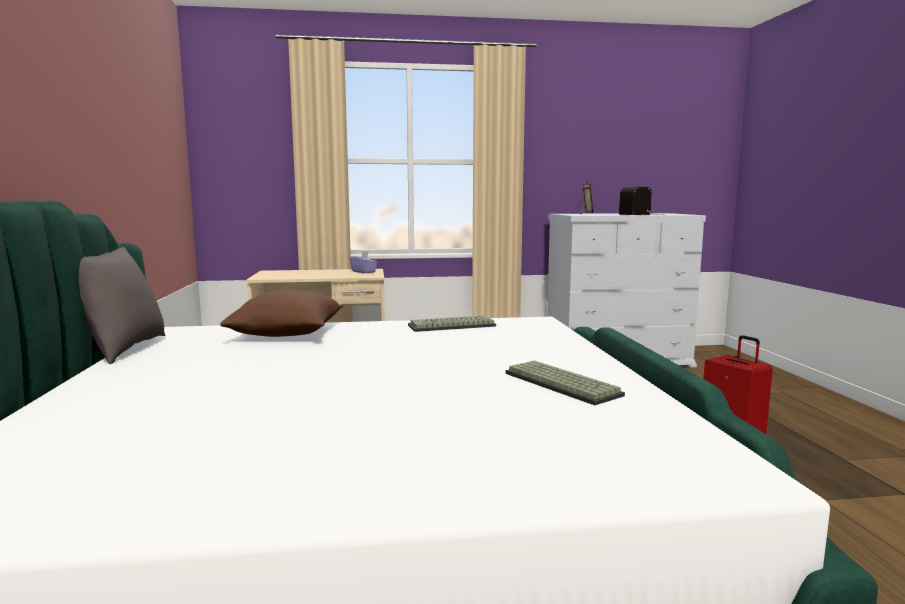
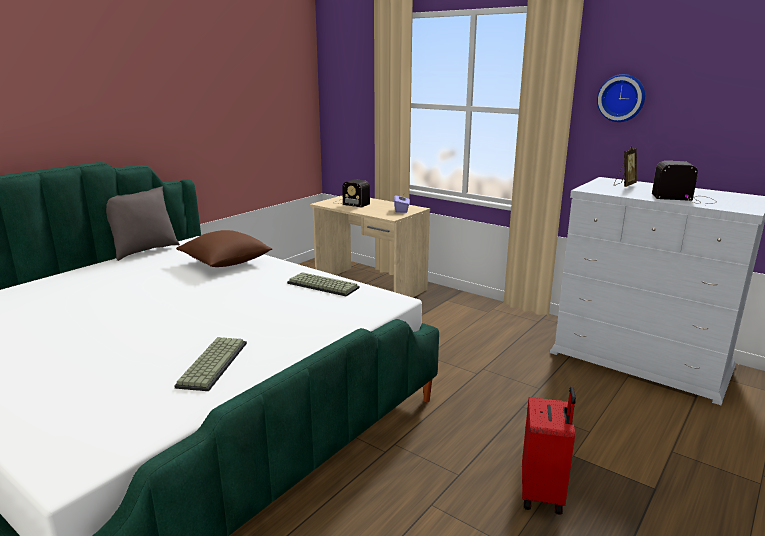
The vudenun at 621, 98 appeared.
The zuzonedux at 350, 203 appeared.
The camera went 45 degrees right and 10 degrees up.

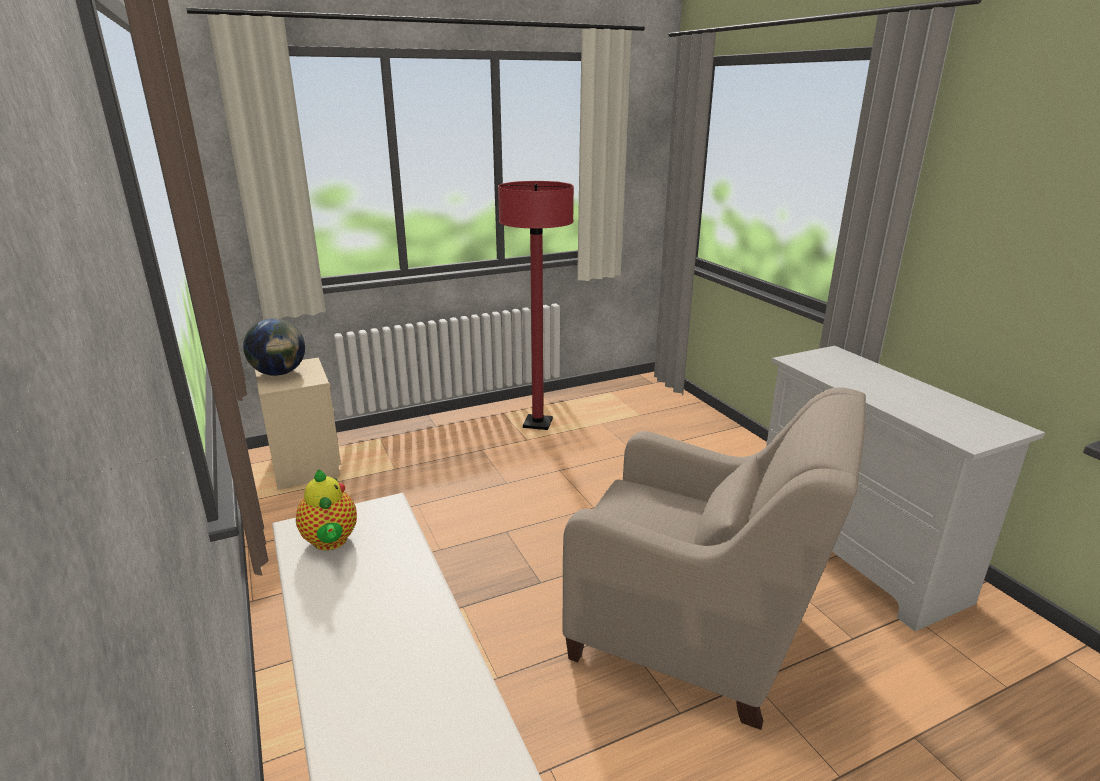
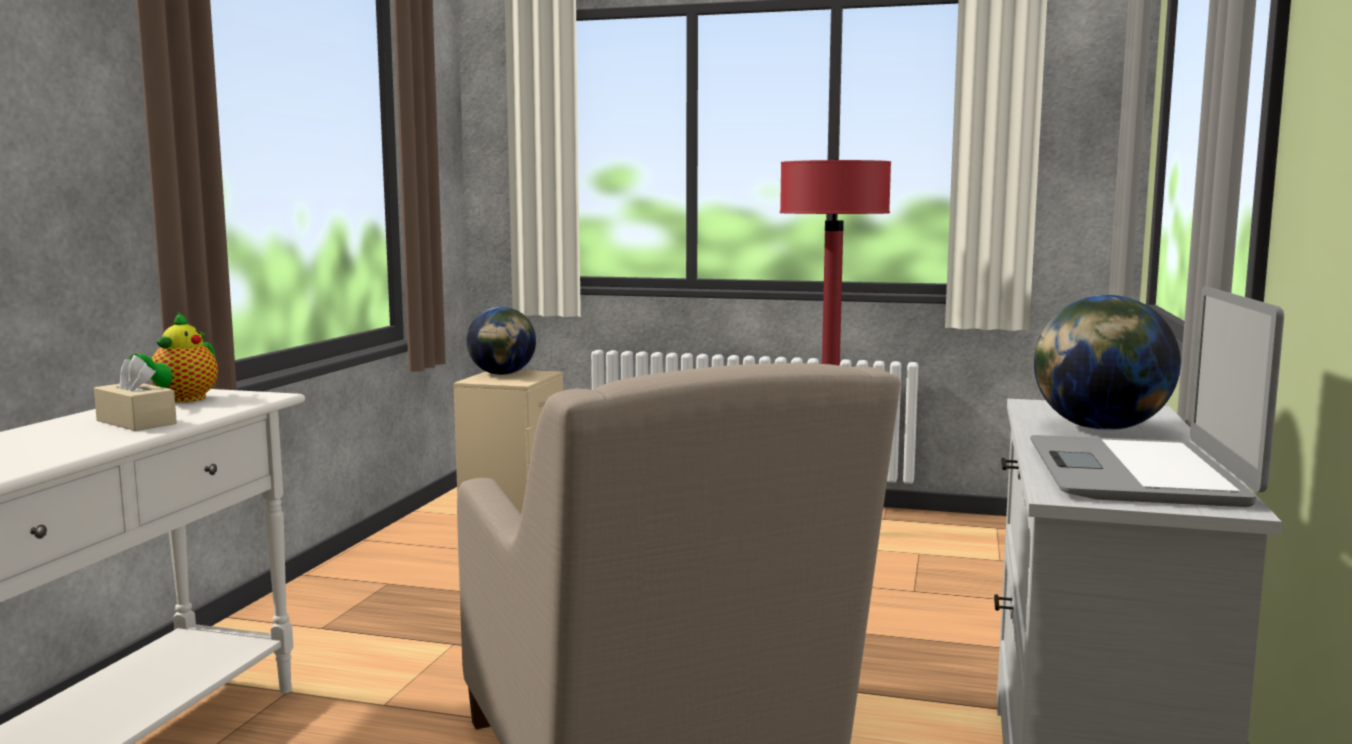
The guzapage at 1138, 473 appeared.
The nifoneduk at 1100, 428 appeared.
The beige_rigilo at 136, 422 appeared.
The camera went 40 degrees right and 15 degrees down.

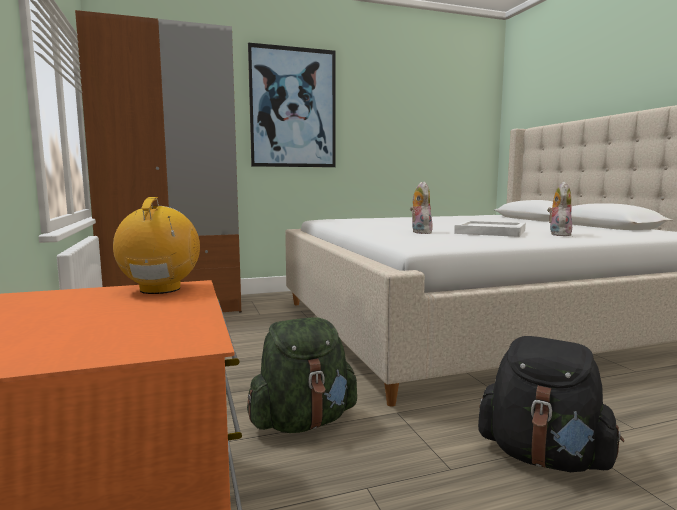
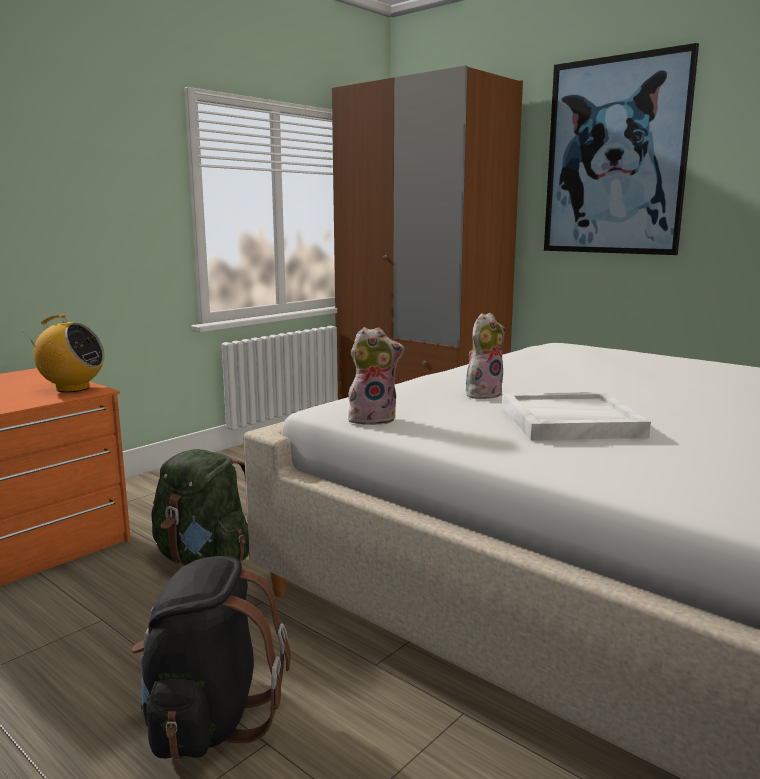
The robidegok moved from 558, 234 to 373, 419.
The zuzonedux at 160, 289 turned 45 degrees clockwise.
The camera went 60 degrees right and 5 degrees up.

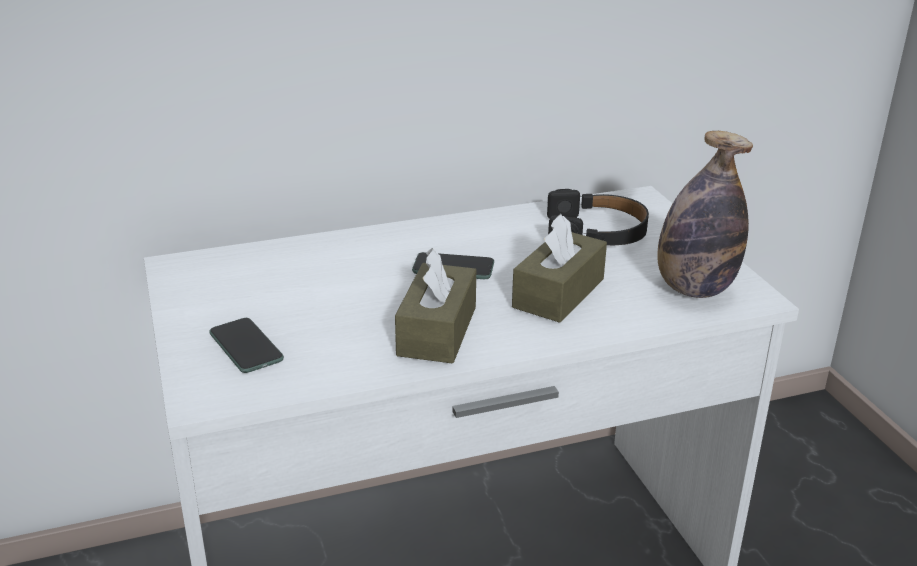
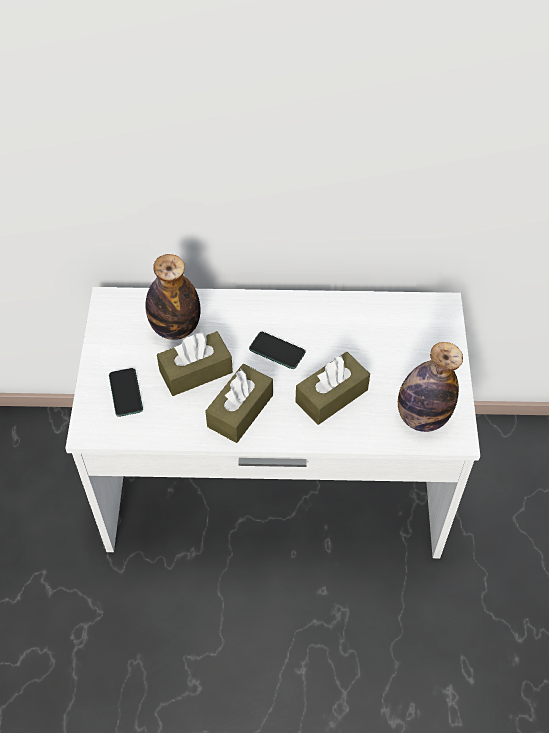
The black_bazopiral at 596, 233 disappeared.
The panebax at 175, 328 appeared.
The brown_rigilo at 196, 371 appeared.
The camera went 20 degrees right and 25 degrees up.

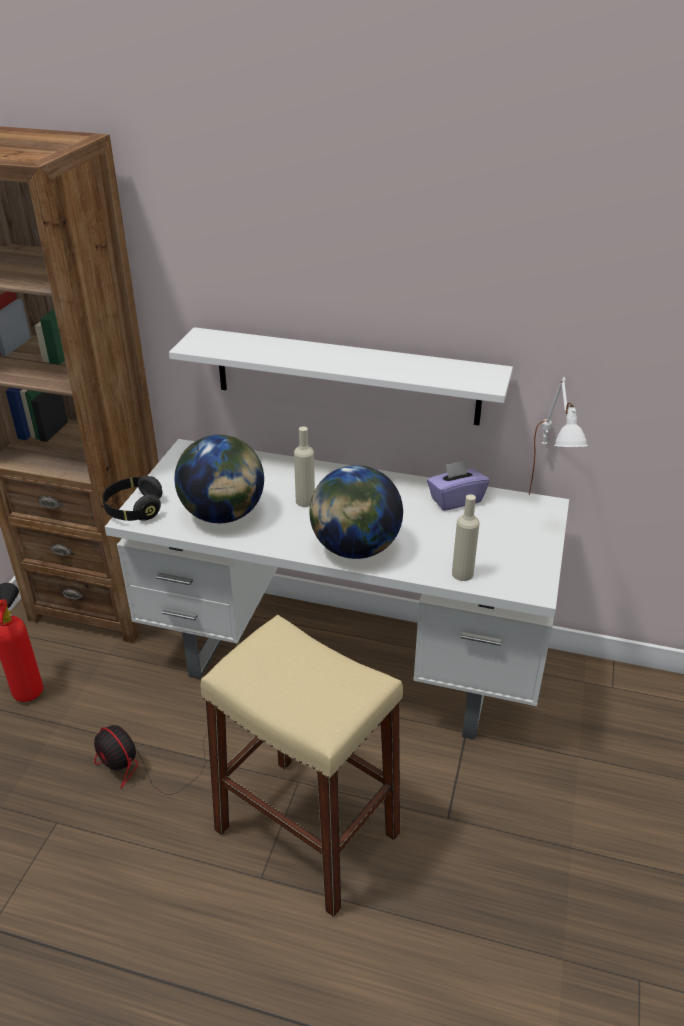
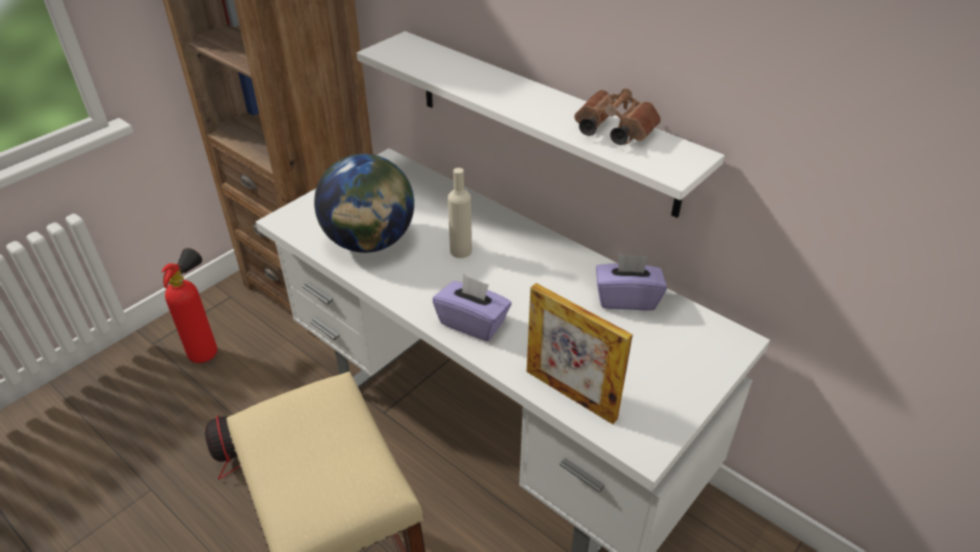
The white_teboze at 547, 512 disappeared.
The nifoneduk at 355, 548 was replaced by the purple_rigilo at 473, 323.
The black_bazopiral at 134, 509 disappeared.
The beige_panebax at 462, 574 was replaced by the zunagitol at 570, 394.
The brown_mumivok at 611, 131 appeared.
The camera went 25 degrees right and 5 degrees up.

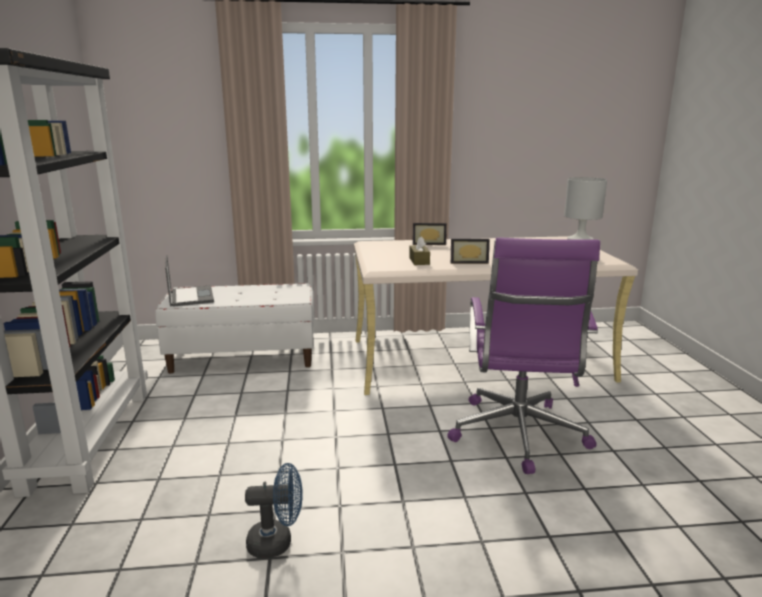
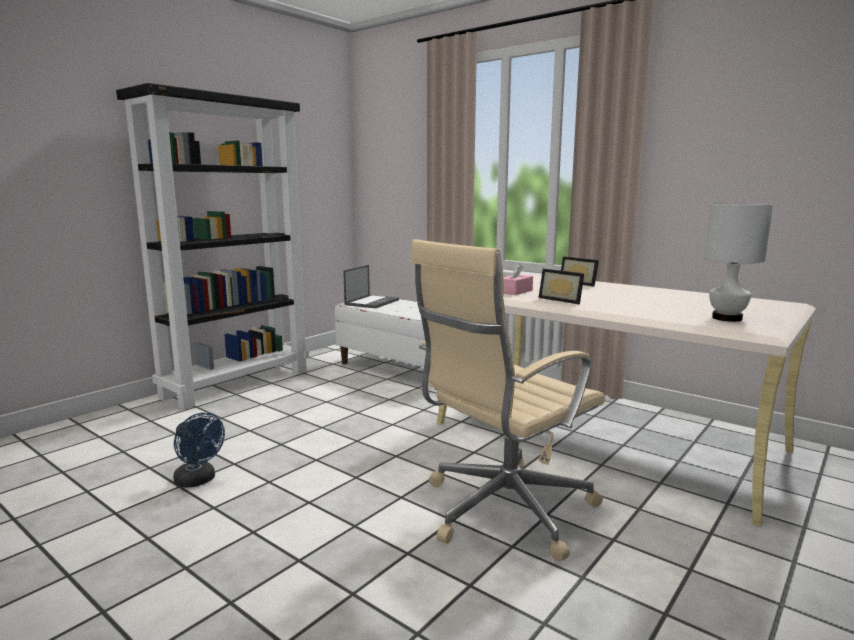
The brown_rigilo at 419, 261 became the pink_rigilo at 516, 291.
The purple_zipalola at 517, 435 became the beige_zipalola at 503, 510.
The camera went 45 degrees right and 5 degrees down.

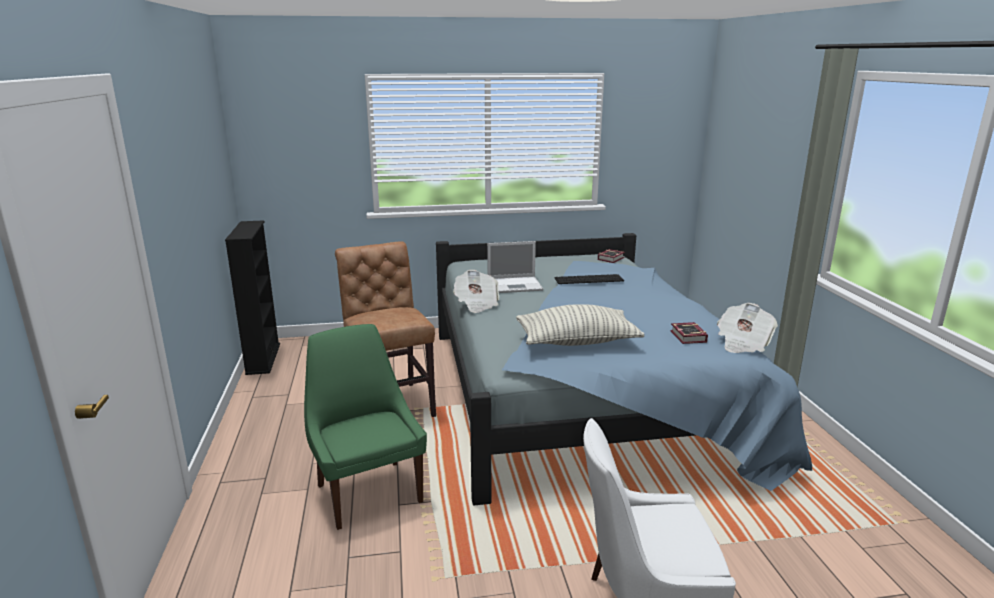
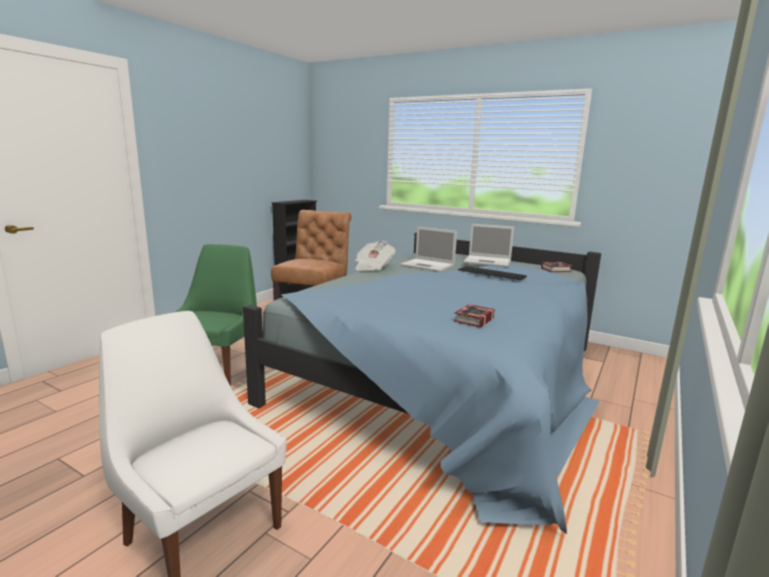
The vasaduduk at 743, 343 disappeared.
The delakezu at 577, 342 disappeared.
The guzapage at 488, 261 appeared.
The camera went 40 degrees right and 5 degrees down.

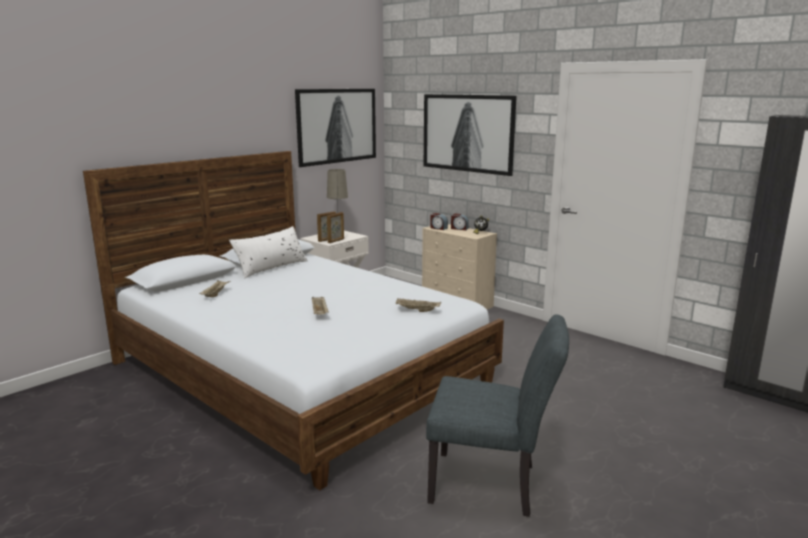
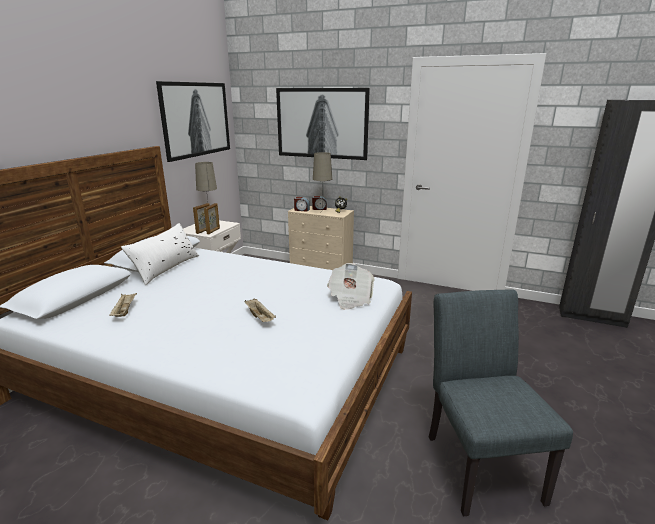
The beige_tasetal at 417, 310 was replaced by the vasaduduk at 350, 298.
The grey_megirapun at 492, 485 turned 90 degrees counterclockwise.
The beige_teboze at 322, 214 appeared.
The camera went 20 degrees left and 5 degrees up.

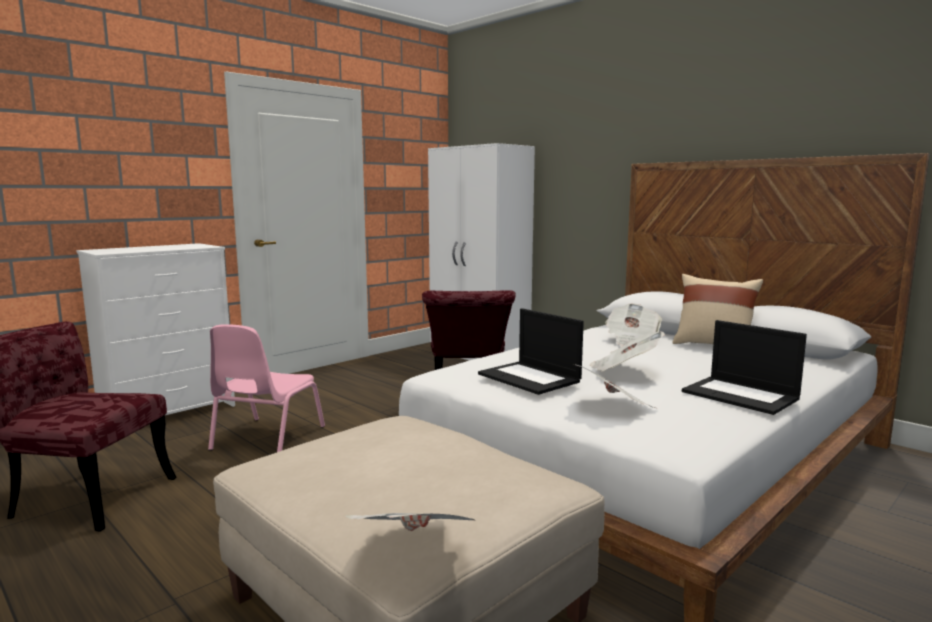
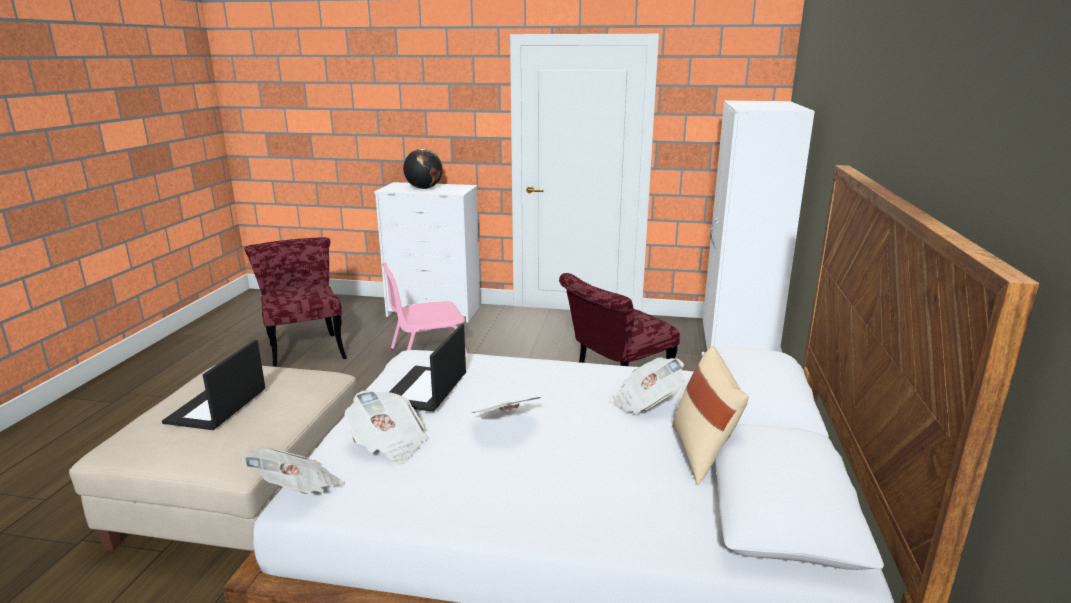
The guzapage moved from 741, 395 to 217, 407.
The vasaduduk moved from 413, 549 to 298, 490.
The nifoneduk at 424, 188 appeared.
The camera went 55 degrees right and 10 degrees up.

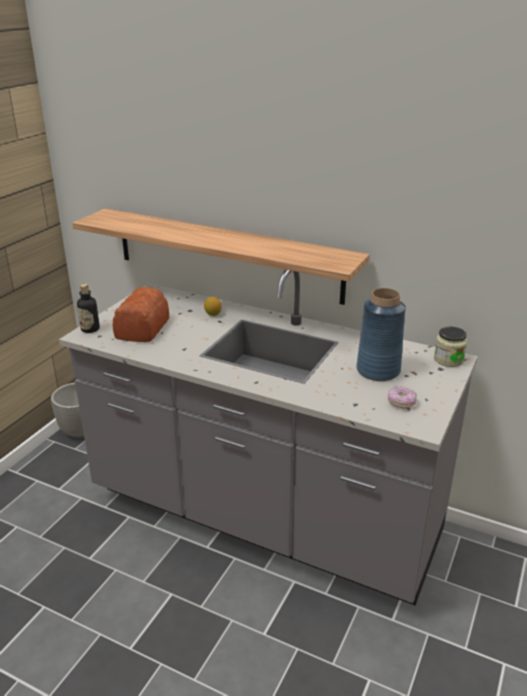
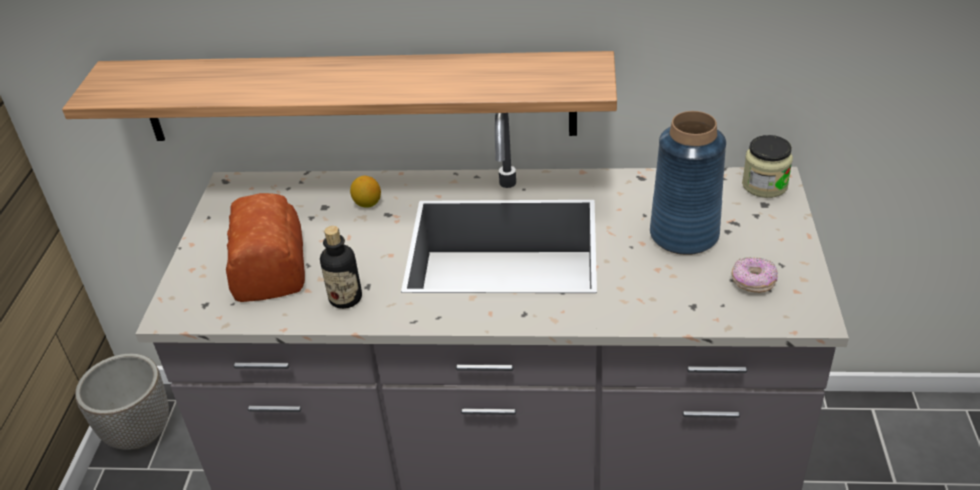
The panebax moved from 90, 329 to 345, 298.
The camera went 20 degrees left and 10 degrees up.

